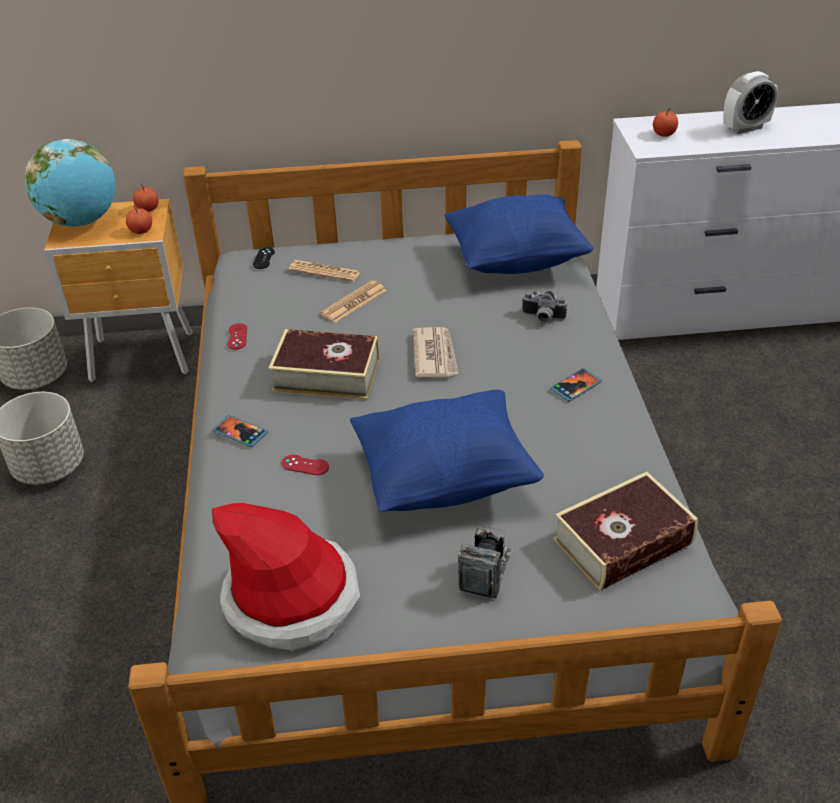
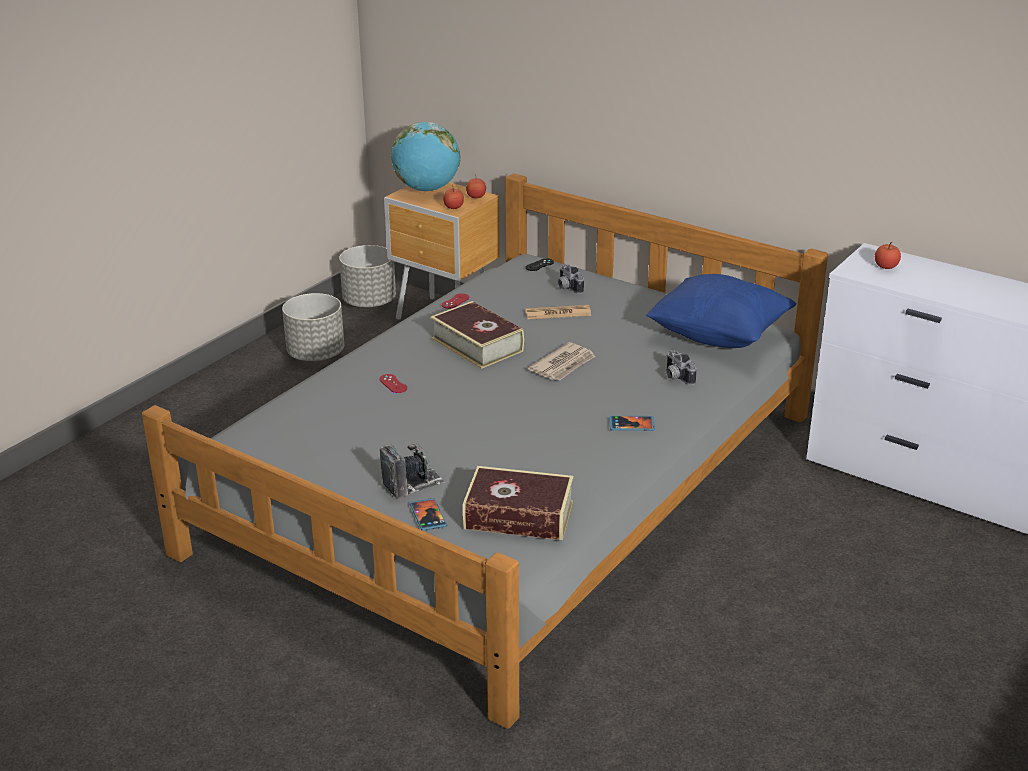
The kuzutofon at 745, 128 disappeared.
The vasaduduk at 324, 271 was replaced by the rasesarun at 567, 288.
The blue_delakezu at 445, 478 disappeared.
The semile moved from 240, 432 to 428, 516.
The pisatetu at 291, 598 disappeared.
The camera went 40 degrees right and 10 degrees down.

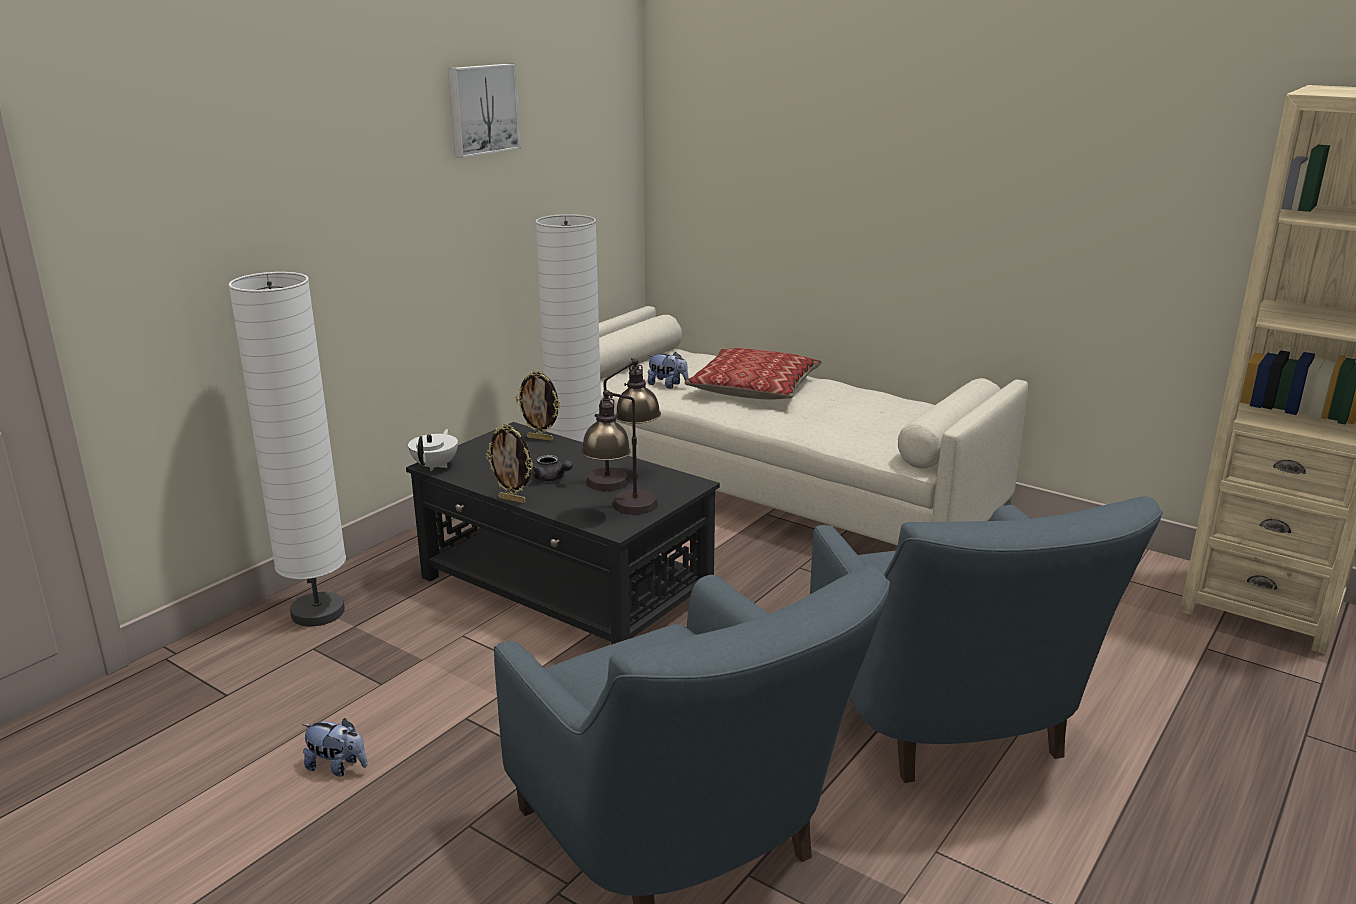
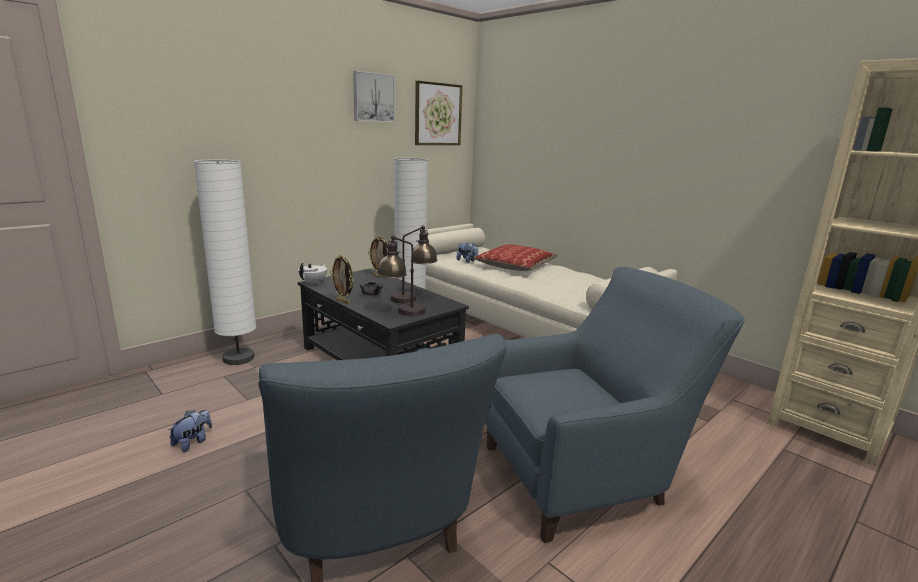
The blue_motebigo at 952, 726 turned 105 degrees counterclockwise.
The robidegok at 337, 767 turned 90 degrees counterclockwise.
The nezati at 437, 114 appeared.
The camera went 10 degrees right and 5 degrees down.

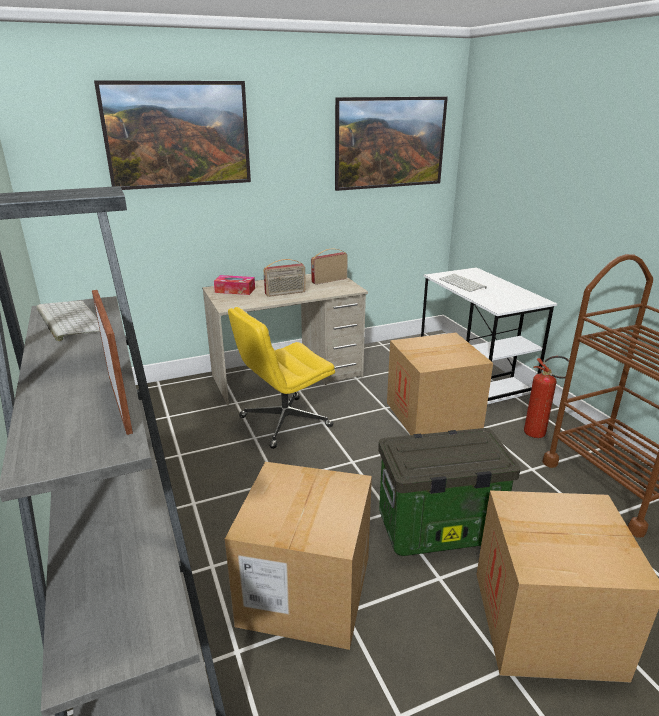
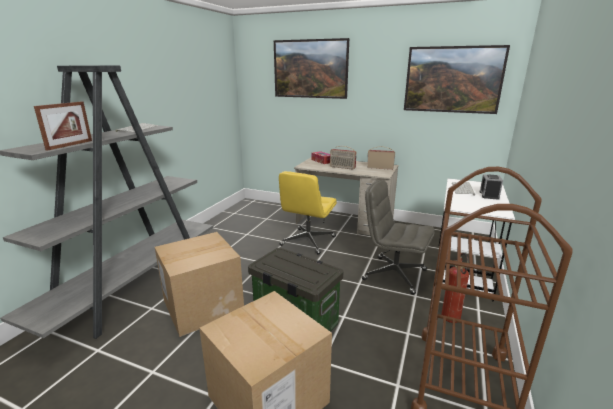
The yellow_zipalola at 284, 422 turned 75 degrees counterclockwise.
The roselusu at 433, 415 was replaced by the grey_zipalola at 393, 274.
The kuzutofon at 489, 195 appeared.
The camera went 45 degrees right and 5 degrees down.

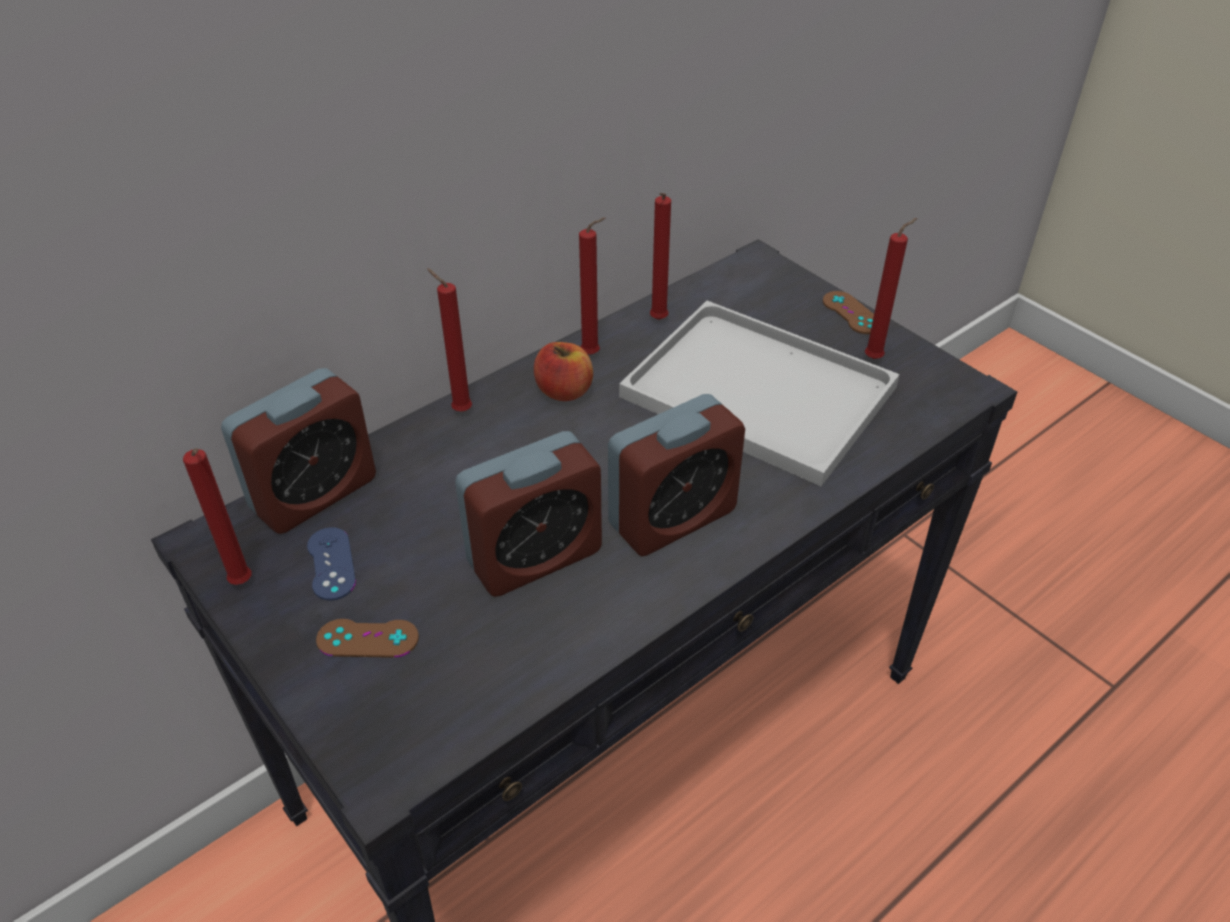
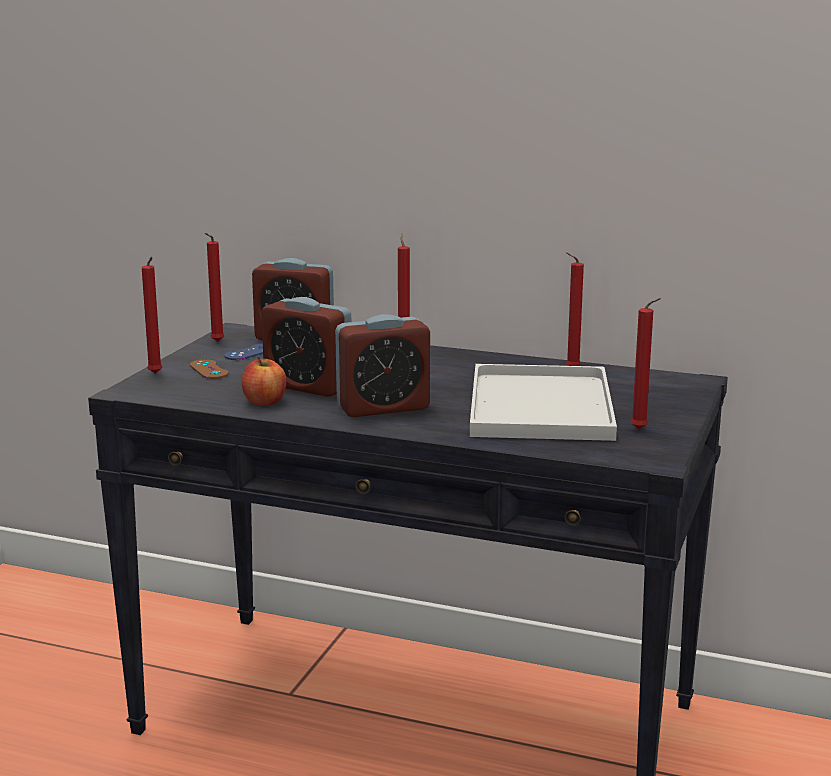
The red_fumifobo moved from 593, 354 to 156, 374.
The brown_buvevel at 851, 313 disappeared.
The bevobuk moved from 564, 391 to 264, 401.
The kuzutofon at 672, 518 turned 45 degrees counterclockwise.
The camera went 60 degrees right and 25 degrees down.

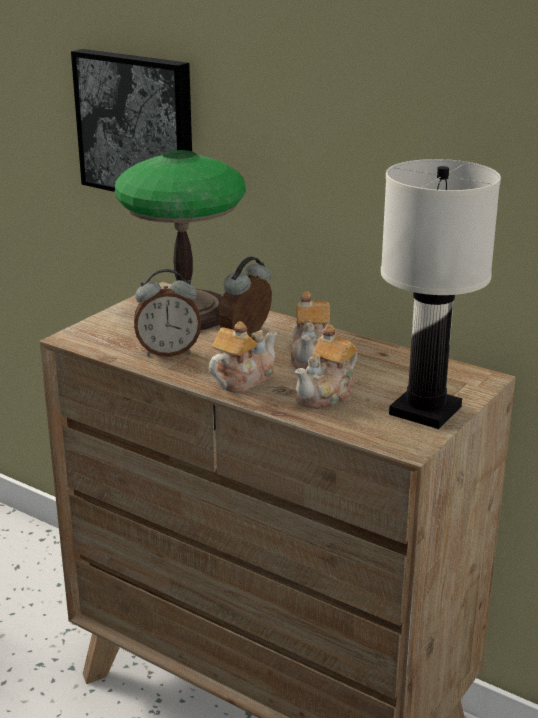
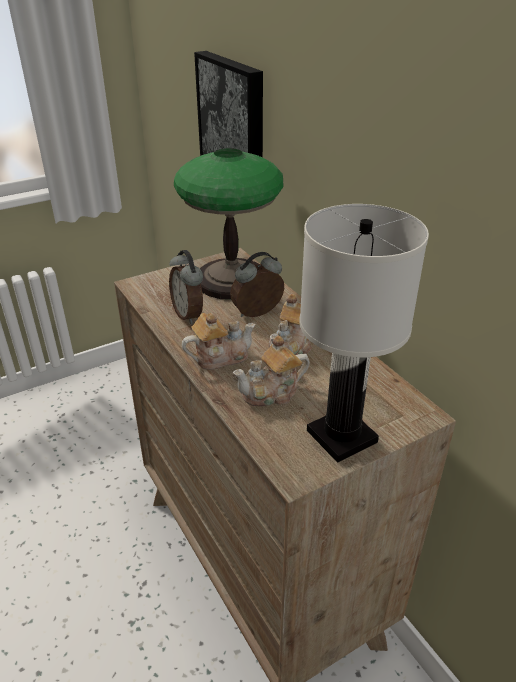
The kuzutofon at 168, 352 turned 45 degrees clockwise.
The camera went 25 degrees right and 10 degrees up.

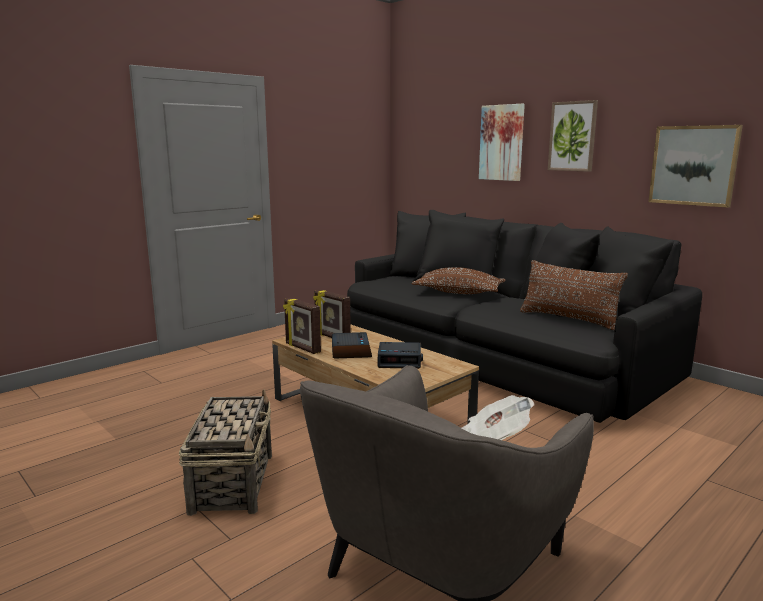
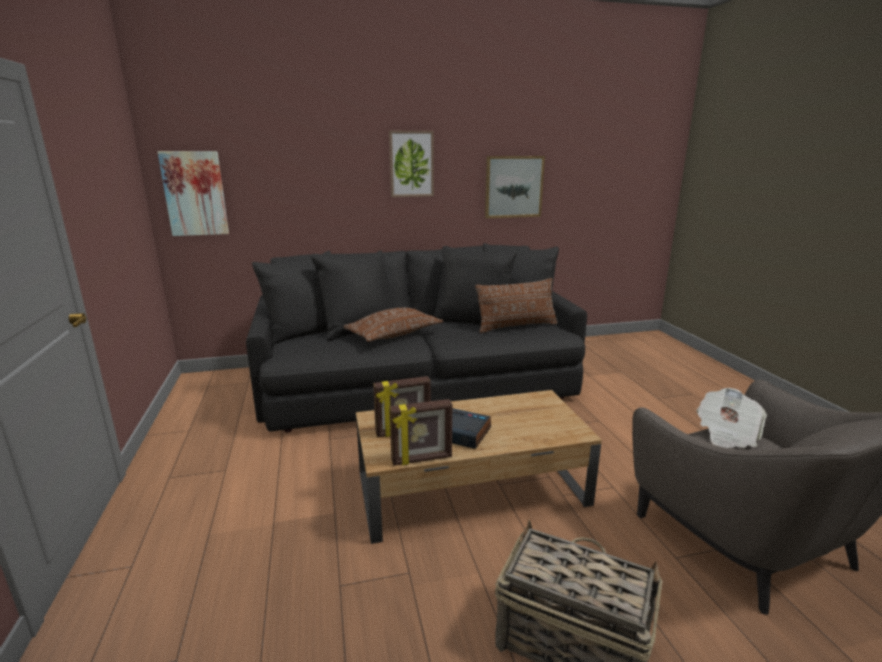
The nezati moved from 501, 142 to 195, 193.
The kuzutofon at 400, 361 disappeared.
The camera went 60 degrees left and 5 degrees up.

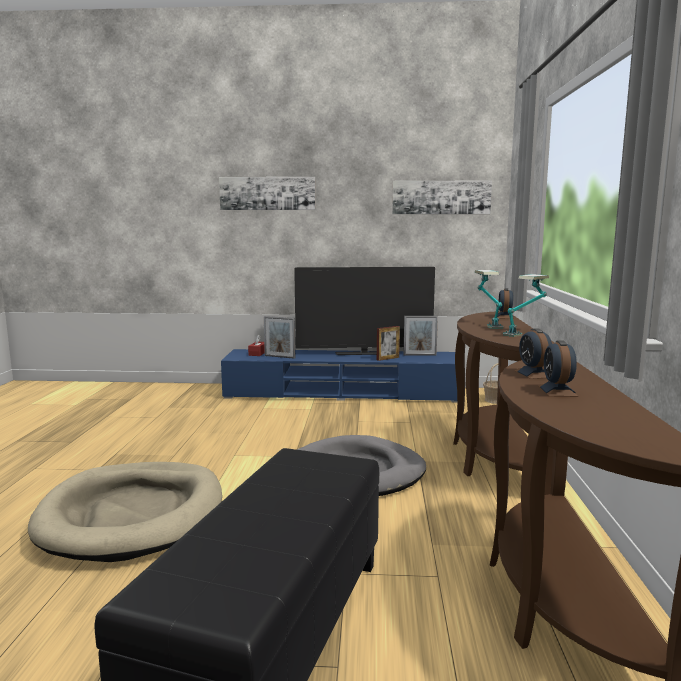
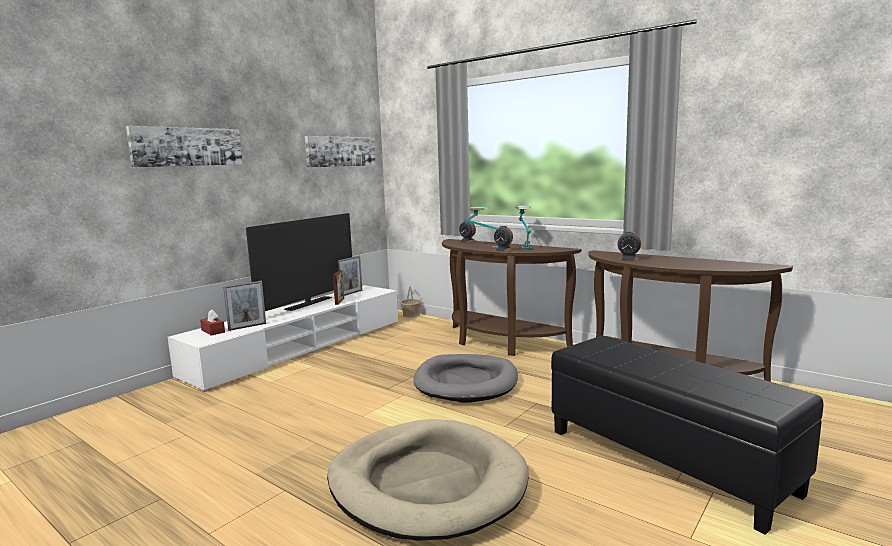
The kuzutofon moved from 557, 391 to 503, 250.
The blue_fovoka at 342, 393 became the white_fovoka at 301, 347.
The camera went 55 degrees left and 0 degrees up.

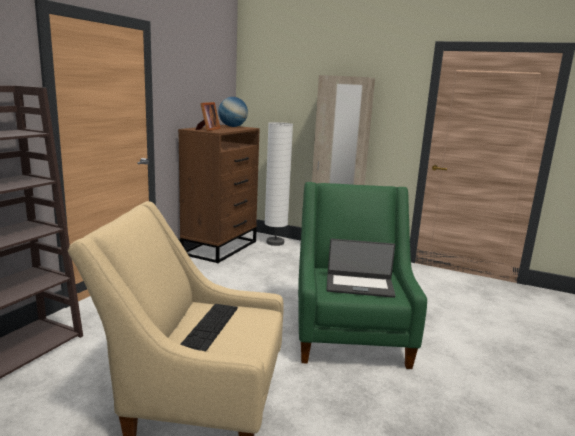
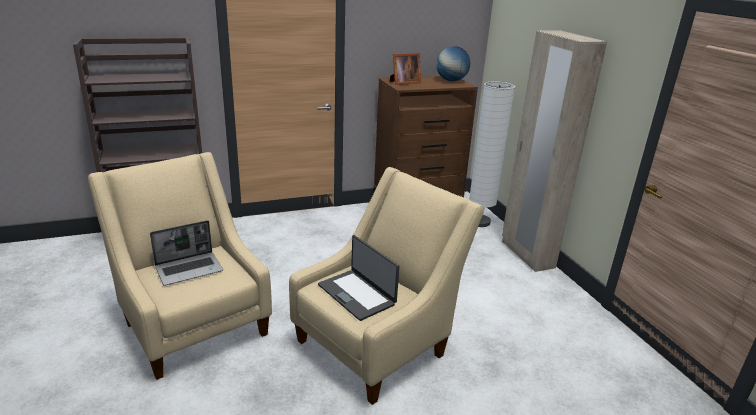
The green_motebigo at 350, 335 became the beige_motebigo at 378, 343.
The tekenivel at 210, 326 was replaced by the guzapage at 190, 269.
The camera went 45 degrees right and 10 degrees up.

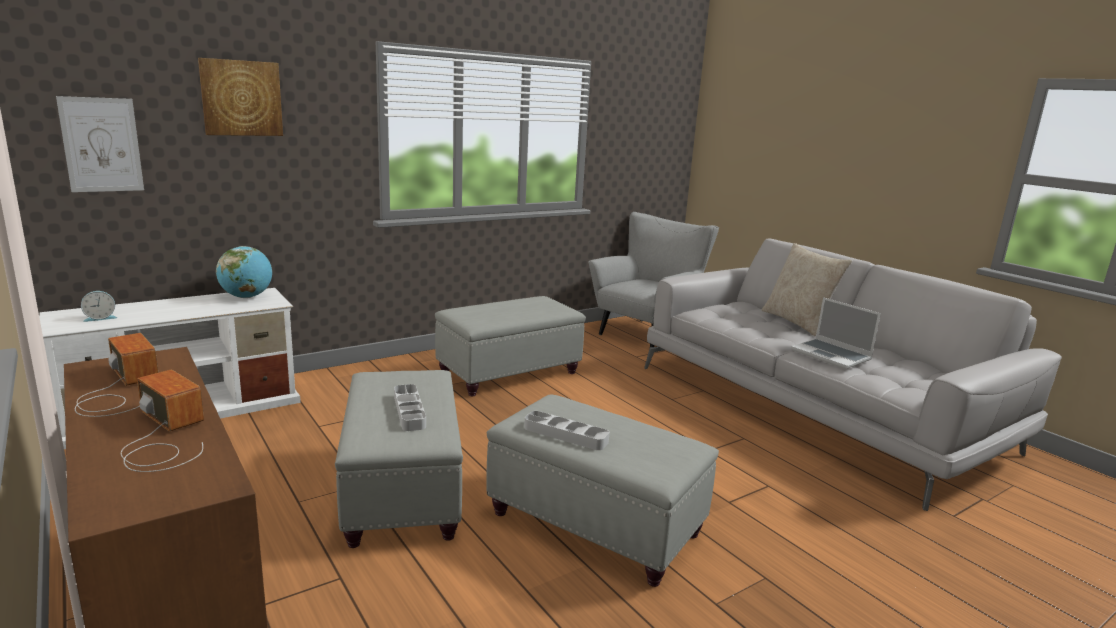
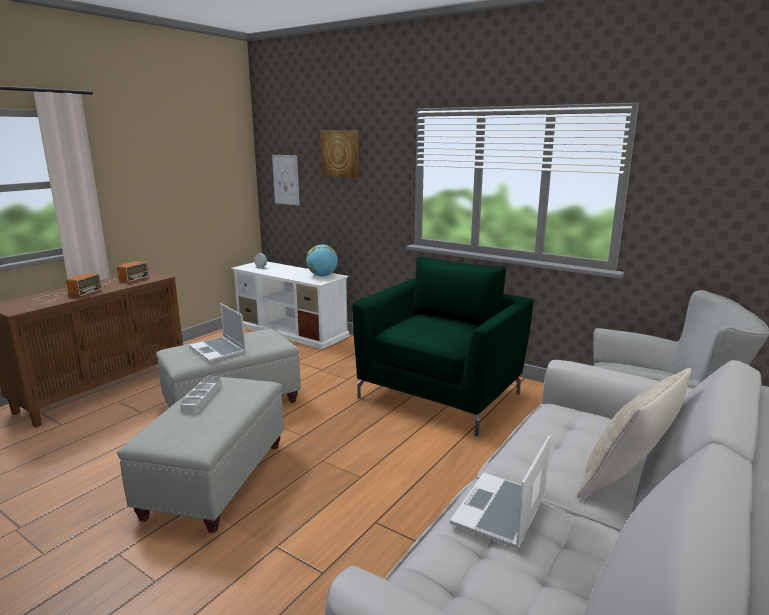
The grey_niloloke at 510, 372 was replaced by the green_motebigo at 441, 394.
The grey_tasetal at 409, 411 was replaced by the guzapage at 218, 350.
The camera went 70 degrees right and 0 degrees up.

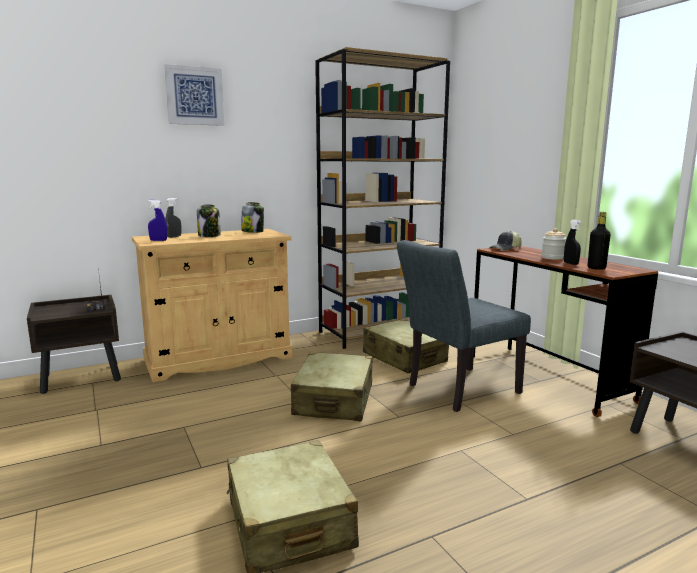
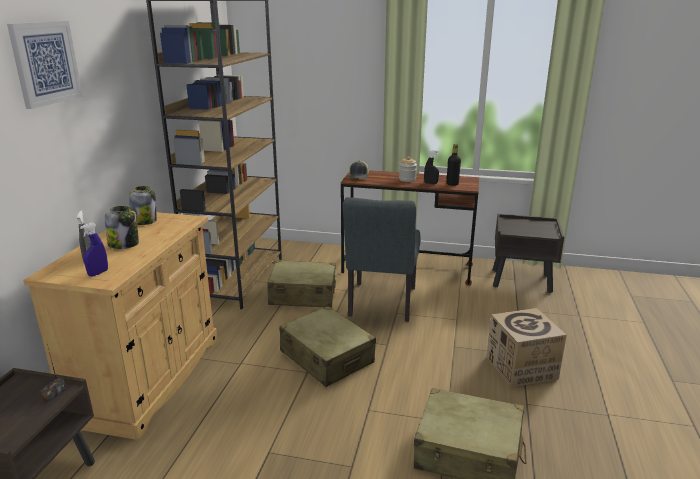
The roselusu at 521, 368 appeared.
The camera went 50 degrees left and 10 degrees up.

